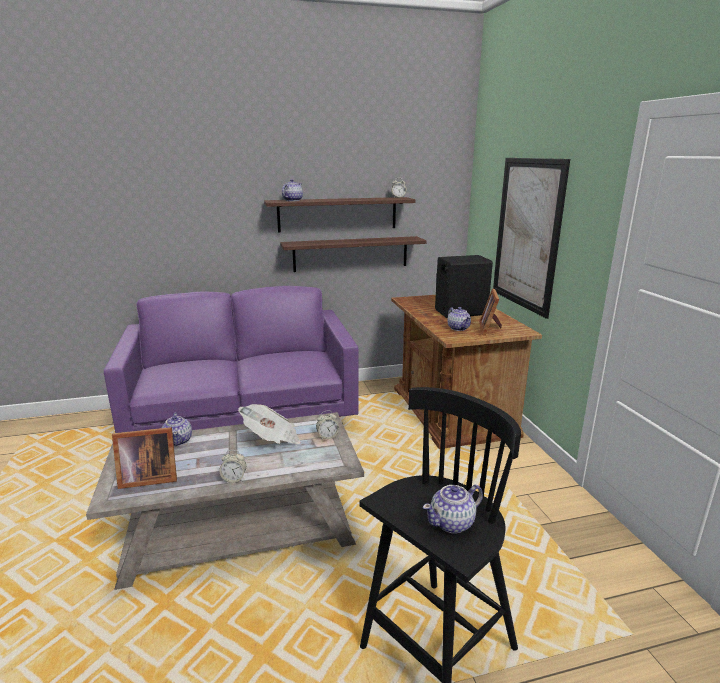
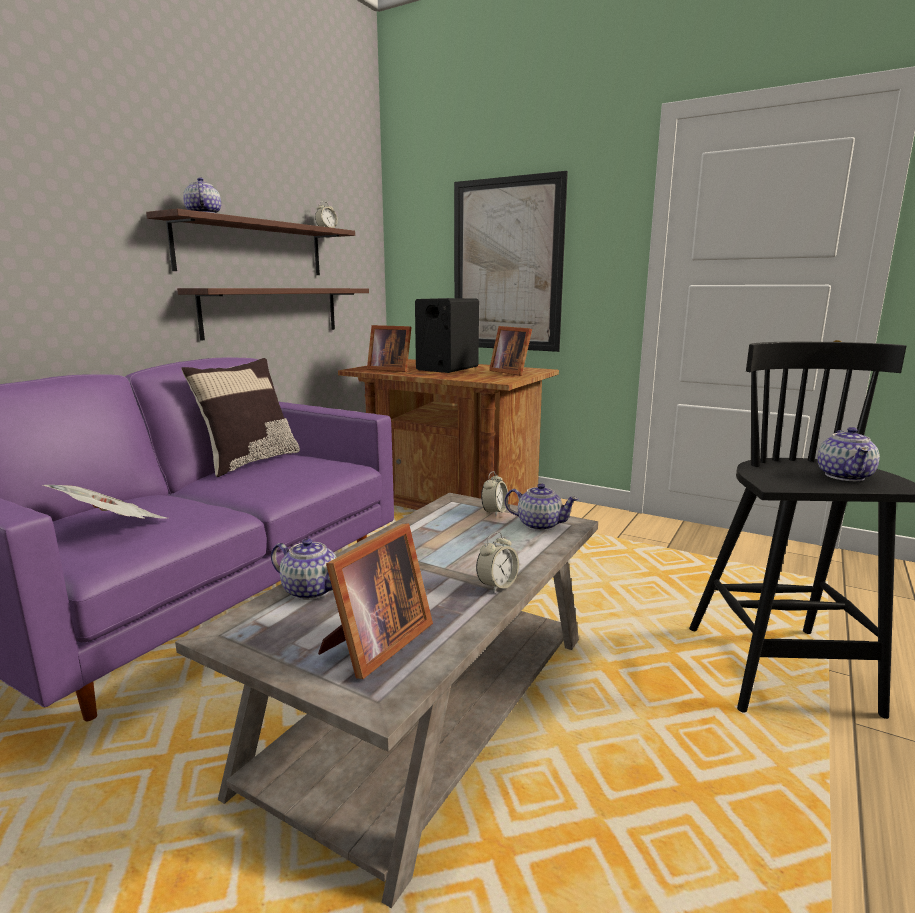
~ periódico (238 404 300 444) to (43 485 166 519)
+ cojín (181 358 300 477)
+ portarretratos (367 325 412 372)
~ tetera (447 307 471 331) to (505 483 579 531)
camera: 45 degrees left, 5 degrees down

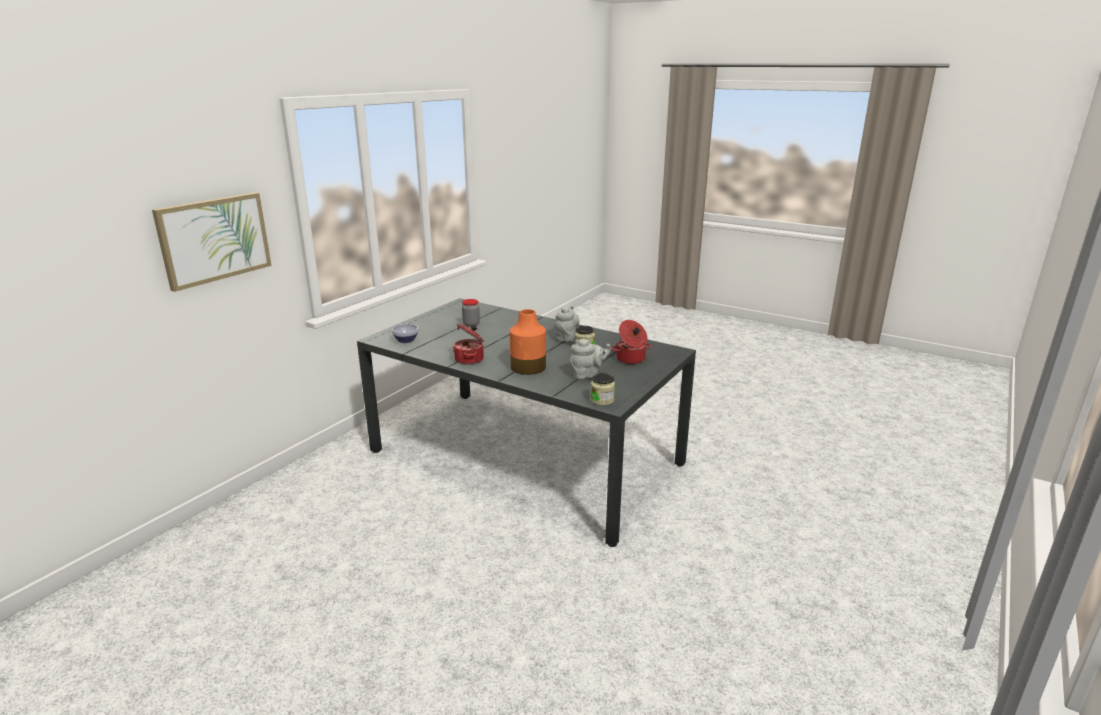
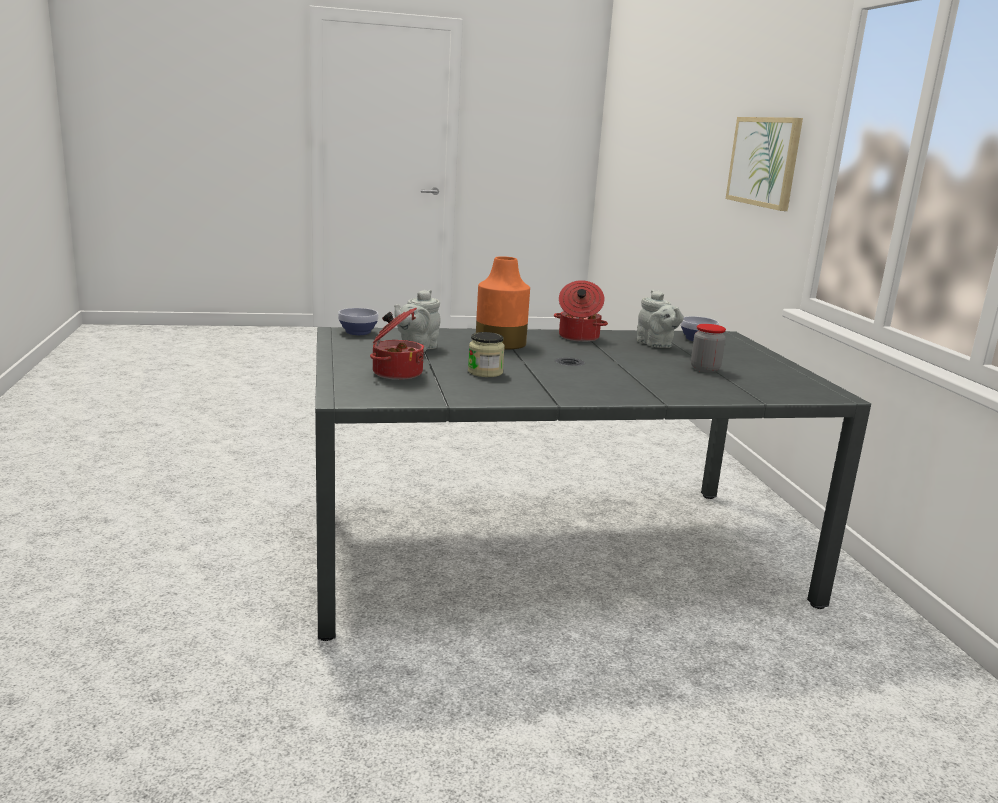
~ tarro (590 373 615 406) to cuenco (338 308 379 335)
~ tetera [gris] (555 305 580 342) to (637 290 684 348)
camera: 135 degrees right, 5 degrees down

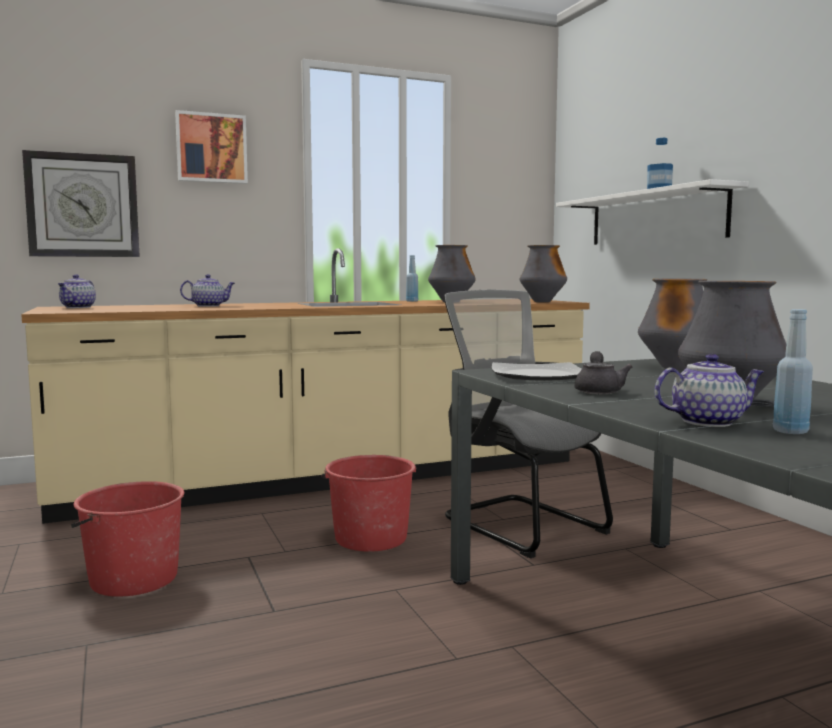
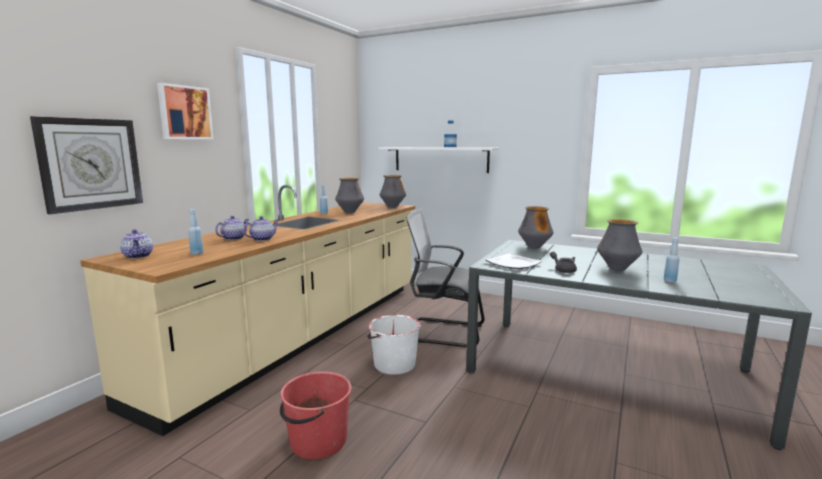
+ botella [azul] (188 209 203 255)
~ tetera (654 354 764 427) to (243 216 279 241)
~ cubo [rojo] (322 455 417 552) to cubo [blanco] (367 315 421 375)
camera: 40 degrees left, 5 degrees up

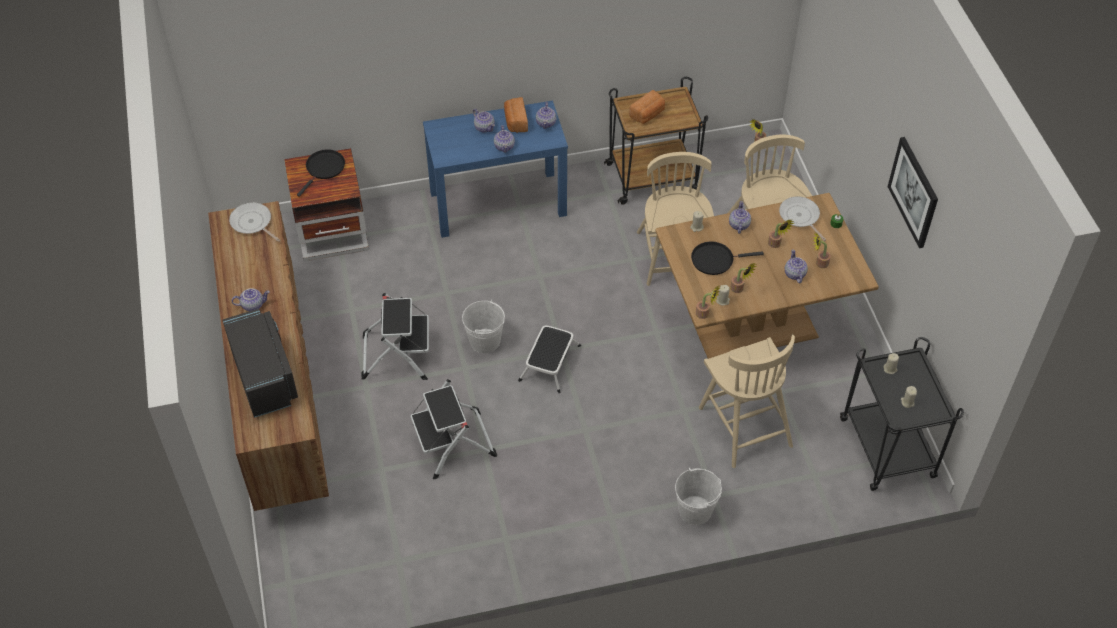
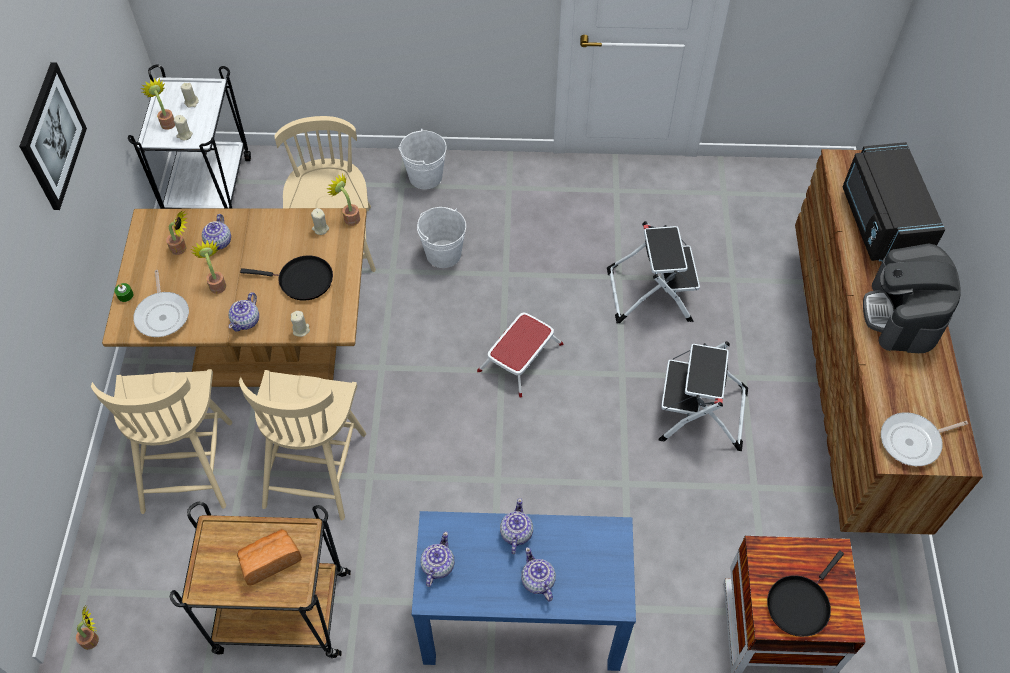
~ carrito [negro] (840 337 964 491) to carrito [blanco] (128 65 251 209)
~ planta en maceta (730 263 757 293) to (141 78 175 130)
~ cubo [blanco] (462 300 505 353) to (417 207 466 268)
~ escalera de tijera [negro] (518 325 581 393) to escalera de tijera [rojo] (477 312 564 398)
~ tetera (232 288 270 311) to cafetera (863 244 961 353)
~ sartén (229 203 281 242) = (881 412 968 466) 105 degrees clockwise
- pan (504 97 528 133)
camera: 165 degrees left, 5 degrees up

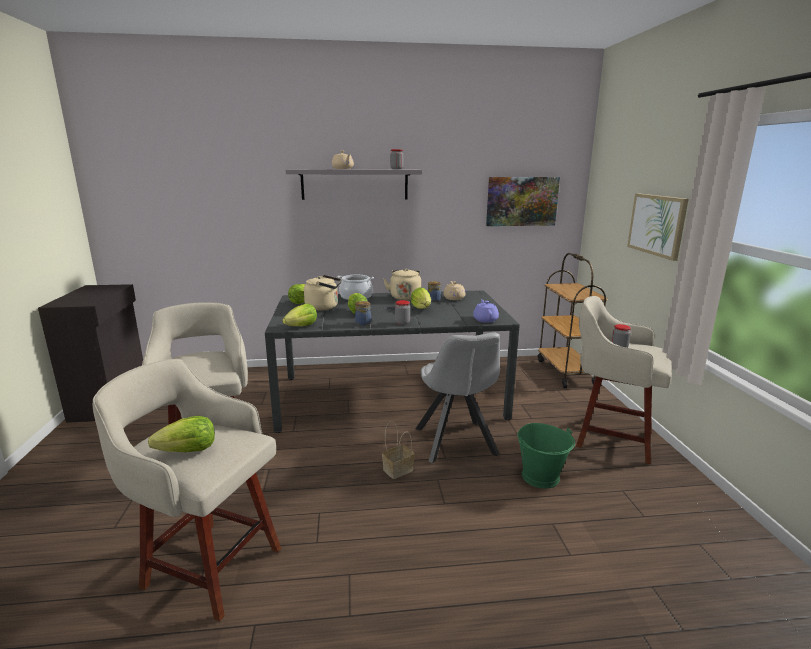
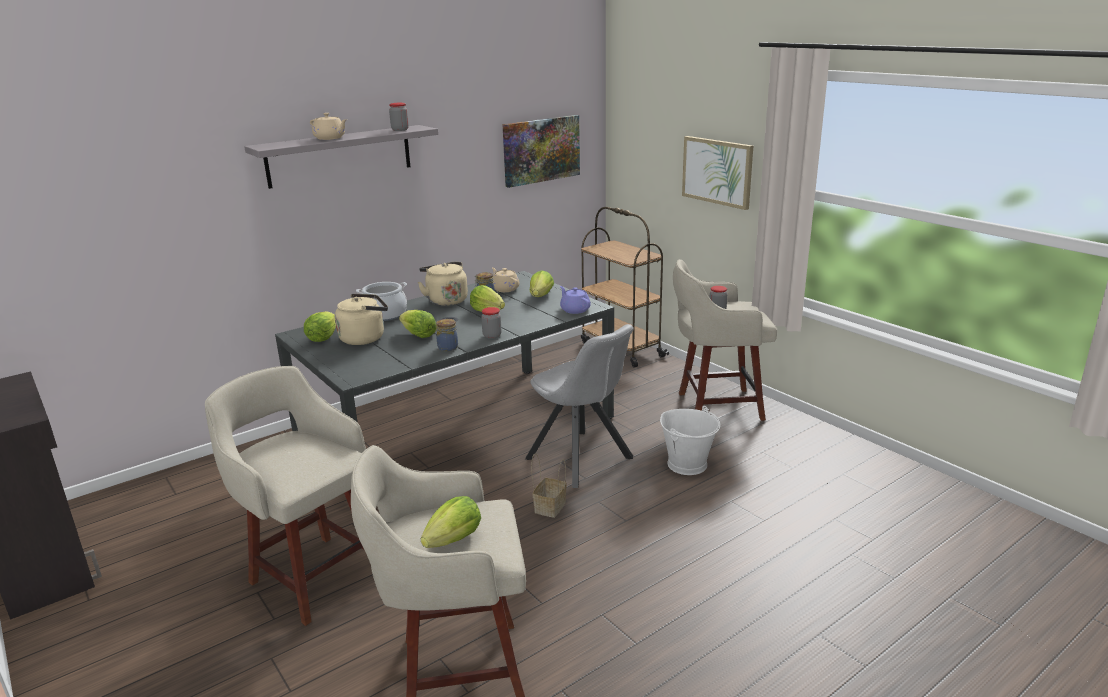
~ lechuga (282 303 317 326) to (530 270 554 297)
~ cubo [verde] (518 423 575 489) to cubo [blanco] (660 406 721 475)
camera: 30 degrees left, 5 degrees up

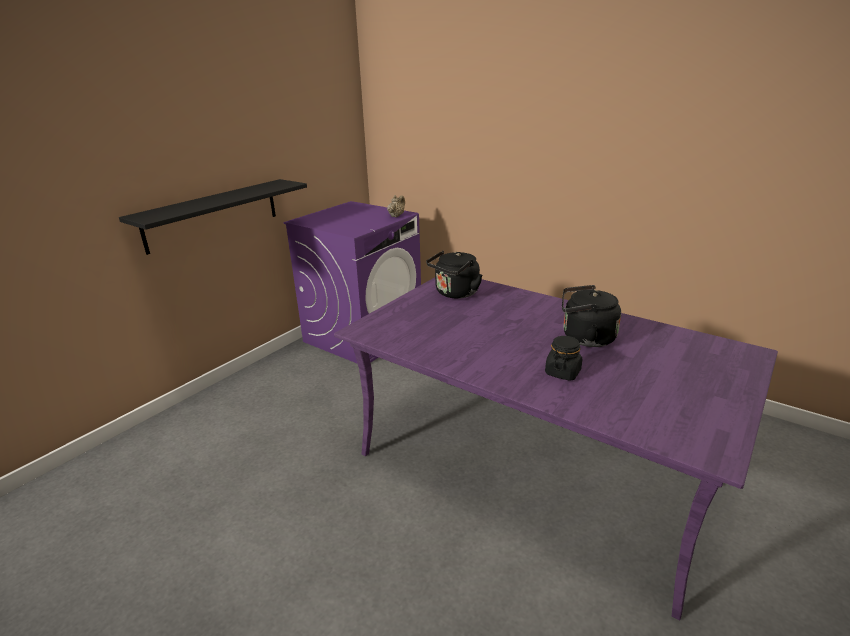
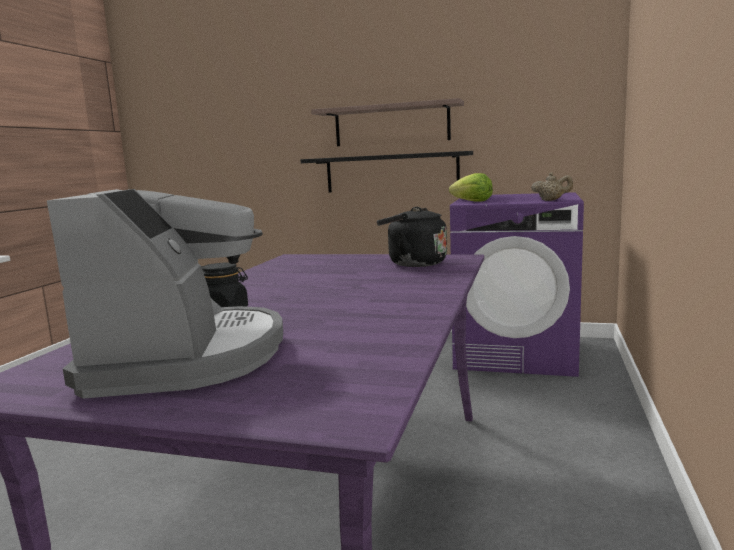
+ cafetera (47 189 283 399)
+ estante (311 98 464 146)
+ lechuga (449 173 493 202)
- hervidor [negro] (562 285 621 347)
camera: 70 degrees right, 15 degrees down

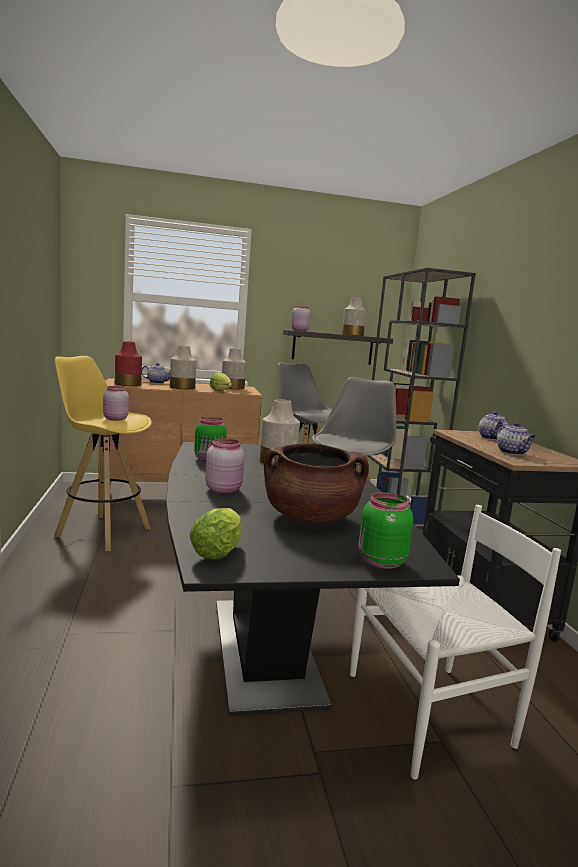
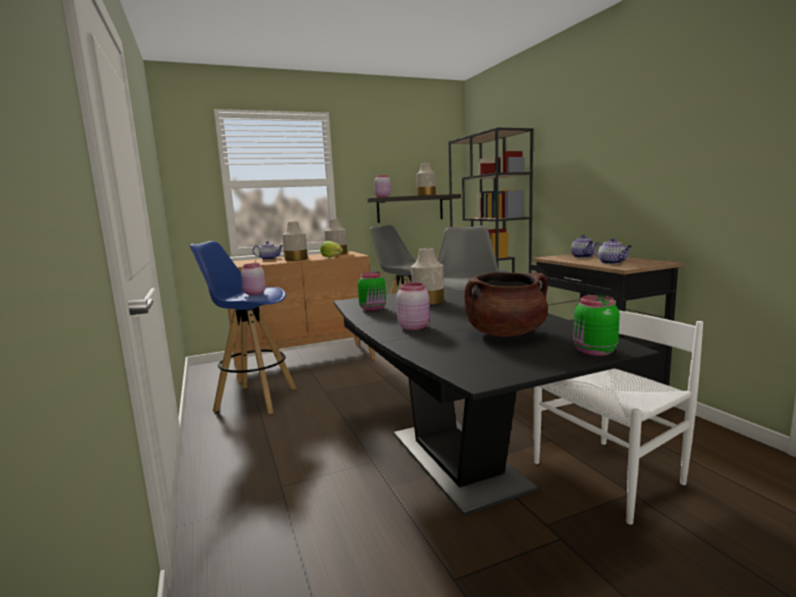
~ taburete [amarillo] (54 356 152 552) to taburete [azul] (190 241 297 414)
- florero [rojo] (115 341 142 386)
- lechuga (190 508 241 559)
camera: 10 degrees left, 0 degrees up

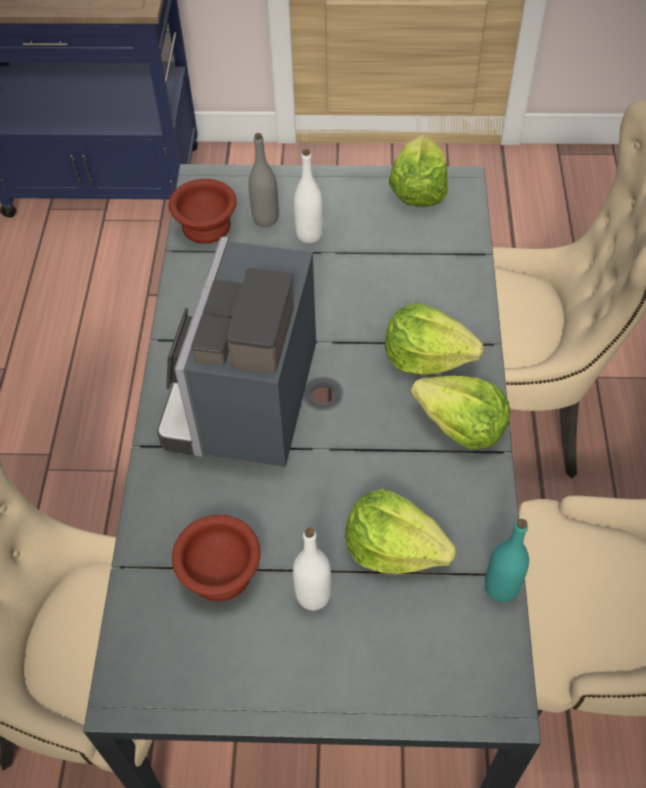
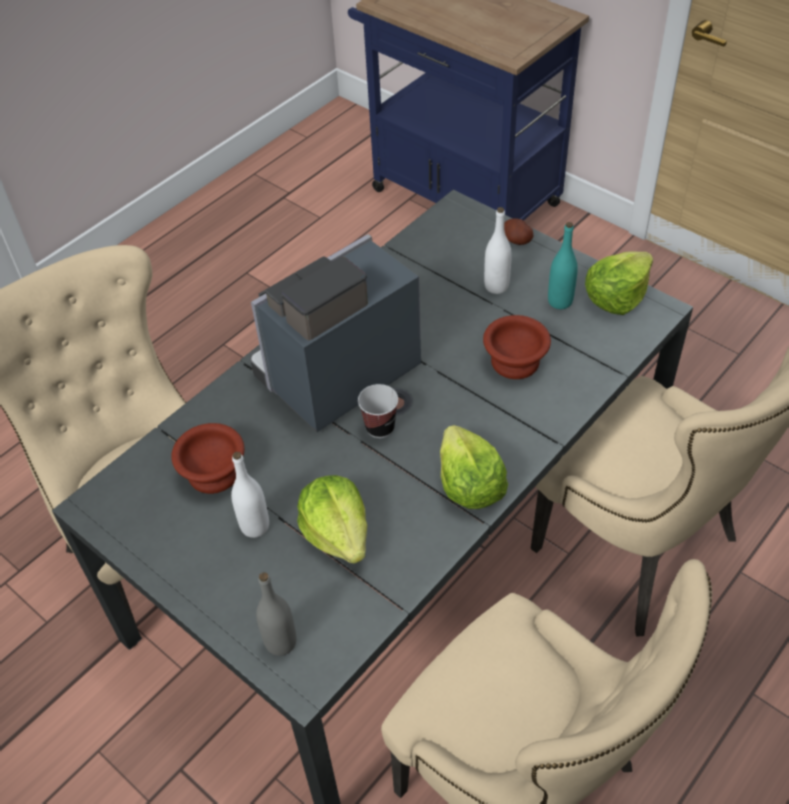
~ botella [gris] (248 133 279 227) to (256 572 296 656)
+ taza (358 384 398 438)
~ cuenco [marrón] (169 179 237 244) to (483 315 551 379)
+ patata (504 218 533 245)
~ botella [turquesa] (485 519 529 603) to (548 222 578 309)
- lechuga (385 303 483 375)
camera: 40 degrees right, 5 degrees down

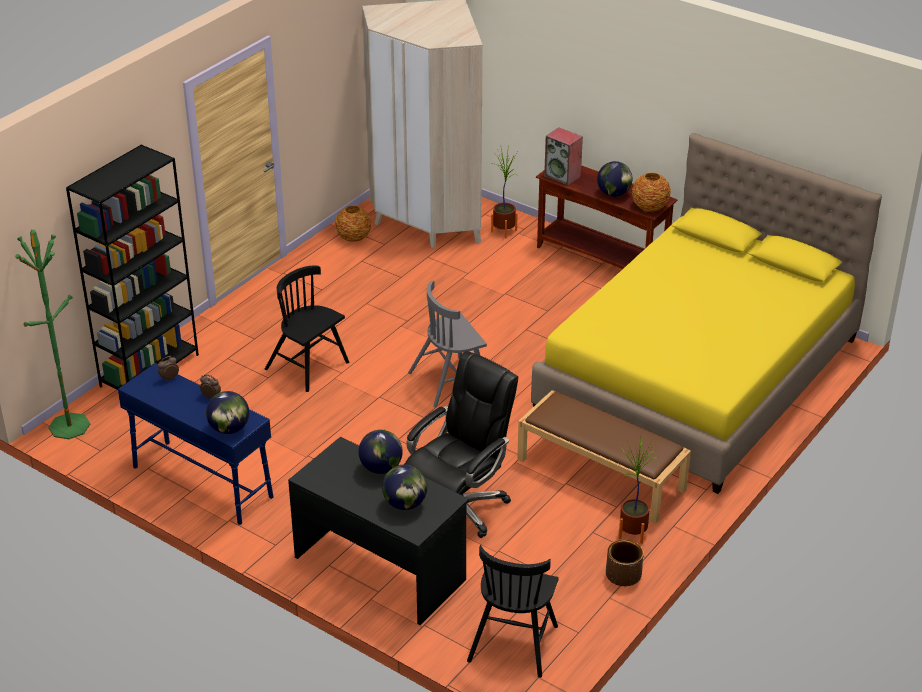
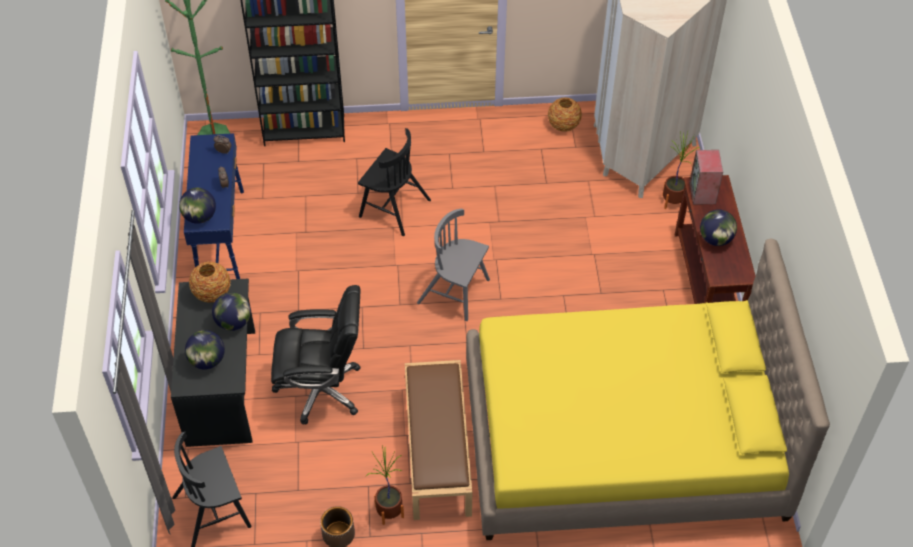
~ florero (632 173 671 211) to (189 262 231 302)
~ silla [negro] (265 266 349 392) = (358 128 431 236) 120 degrees clockwise
camera: 50 degrees right, 15 degrees up

